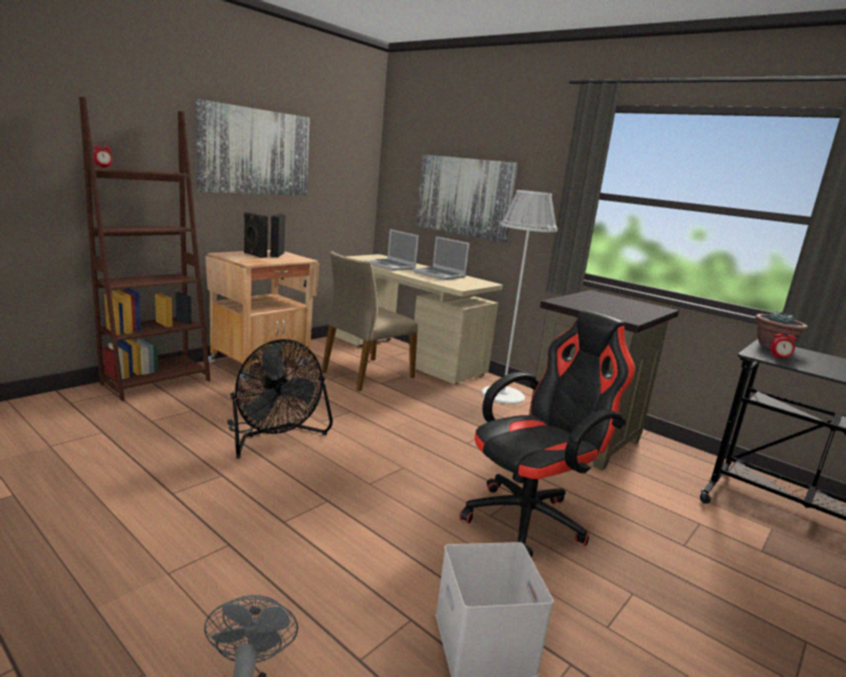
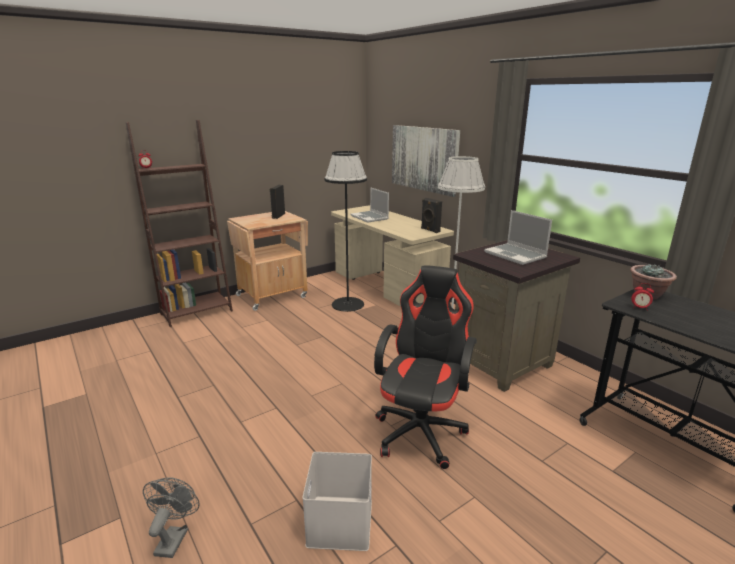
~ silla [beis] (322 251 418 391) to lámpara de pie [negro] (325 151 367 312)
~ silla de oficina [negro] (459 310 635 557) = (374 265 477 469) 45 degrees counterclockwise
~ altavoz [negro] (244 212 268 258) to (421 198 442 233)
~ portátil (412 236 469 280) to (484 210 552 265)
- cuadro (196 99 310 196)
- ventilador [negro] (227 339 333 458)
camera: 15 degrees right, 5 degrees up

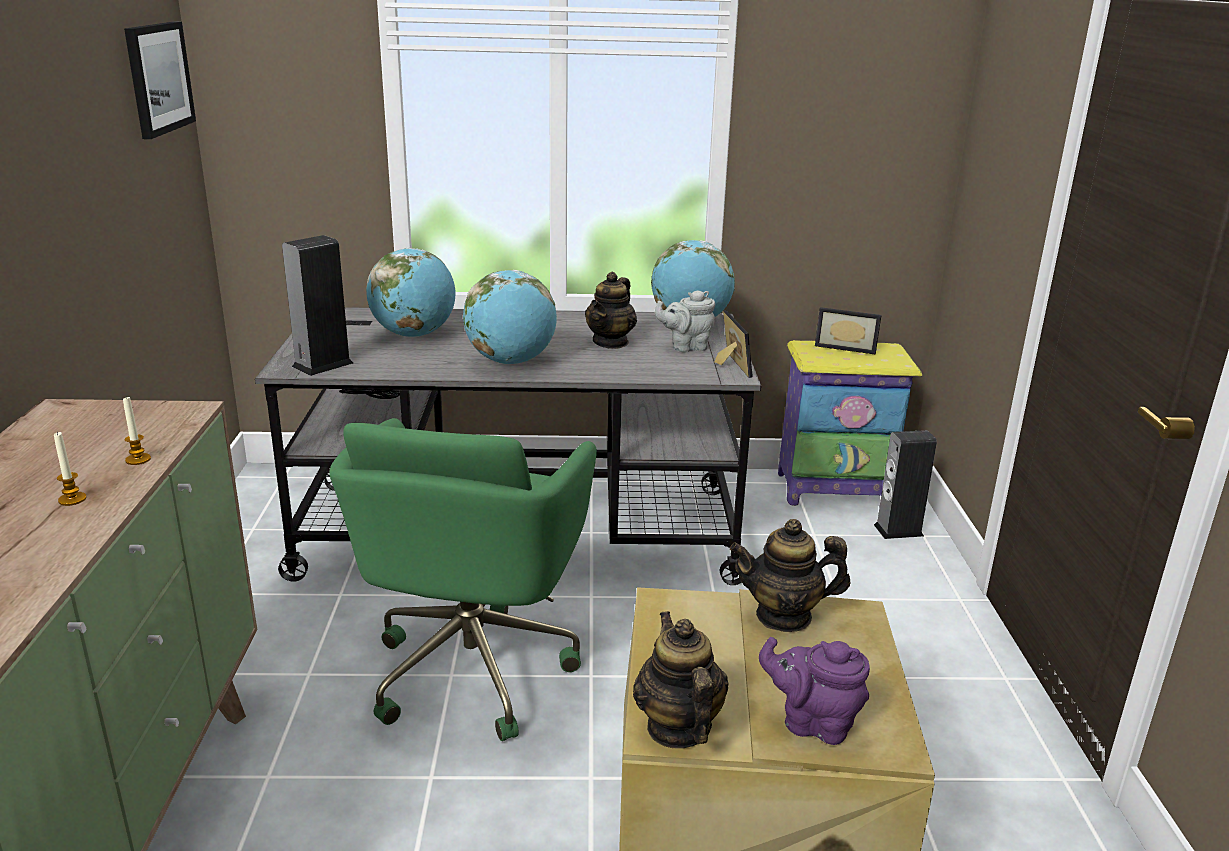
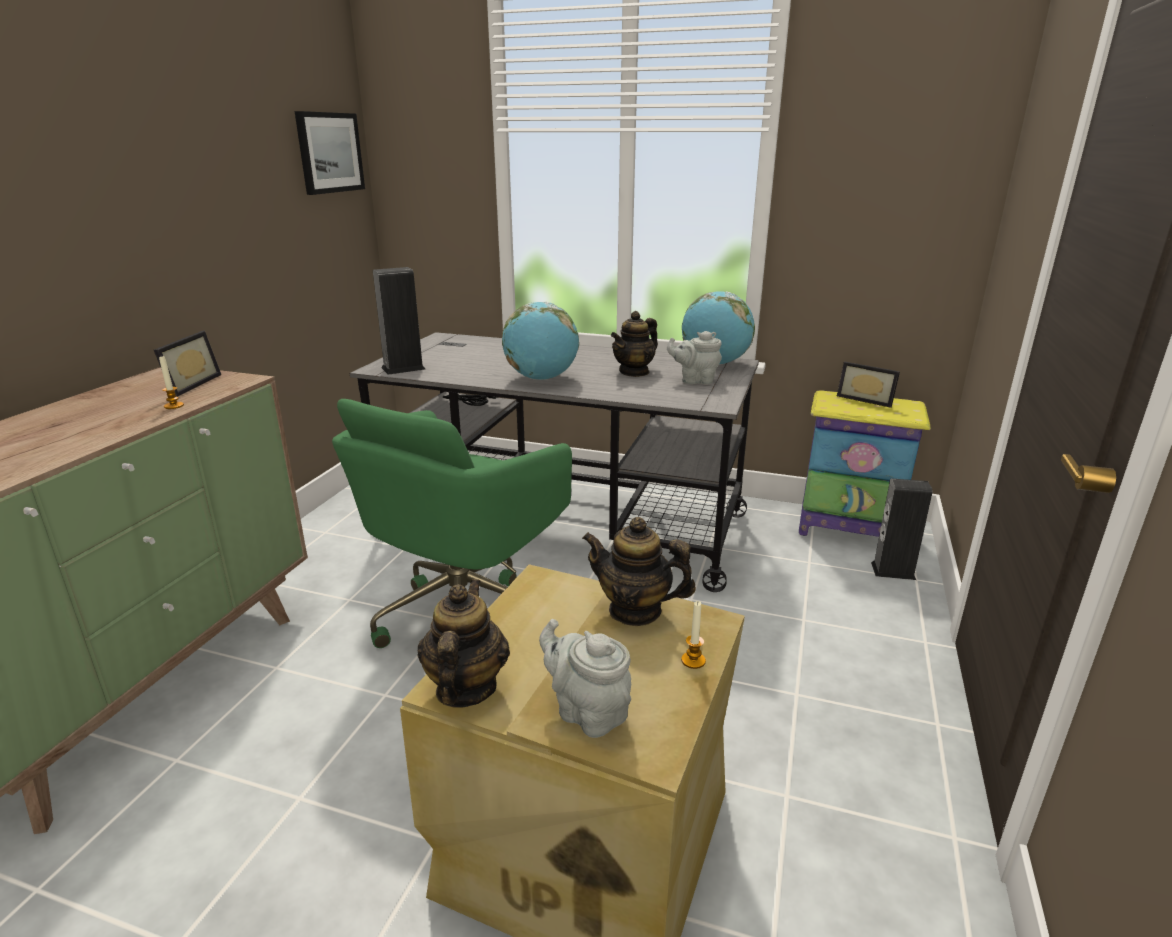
~ portarretratos (714 310 753 378) to (154 331 222 397)
~ tetera [morado] (759 637 870 745) to tetera [gris] (539 619 631 738)
~ vela (54 432 87 506) to (681 601 706 669)
- globo terráqueo (366 248 455 338)
camera: 20 degrees right, 0 degrees up

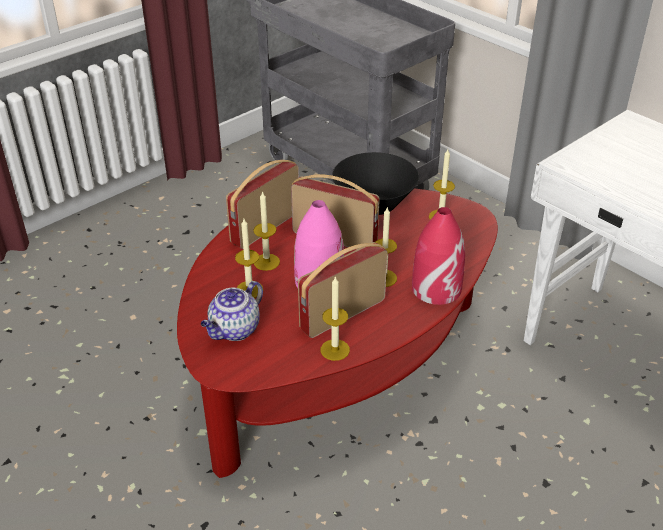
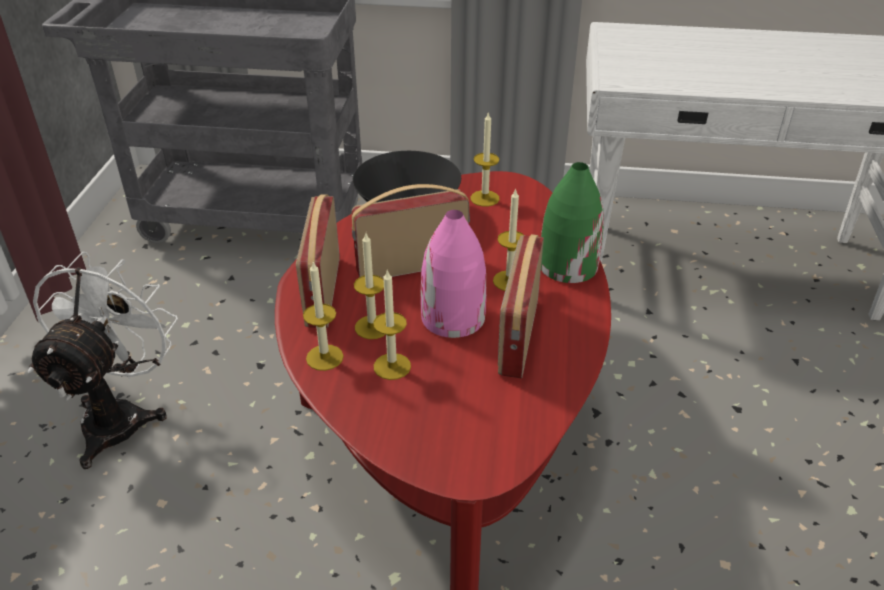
+ ventilador [blanco] (28 252 178 469)
~ vela (321 276 350 361) to (303 262 344 371)
~ florero [rojo] (412 207 465 305) to florero [verde] (541 162 604 283)
- tetera (201 281 263 341)
camera: 40 degrees left, 0 degrees up

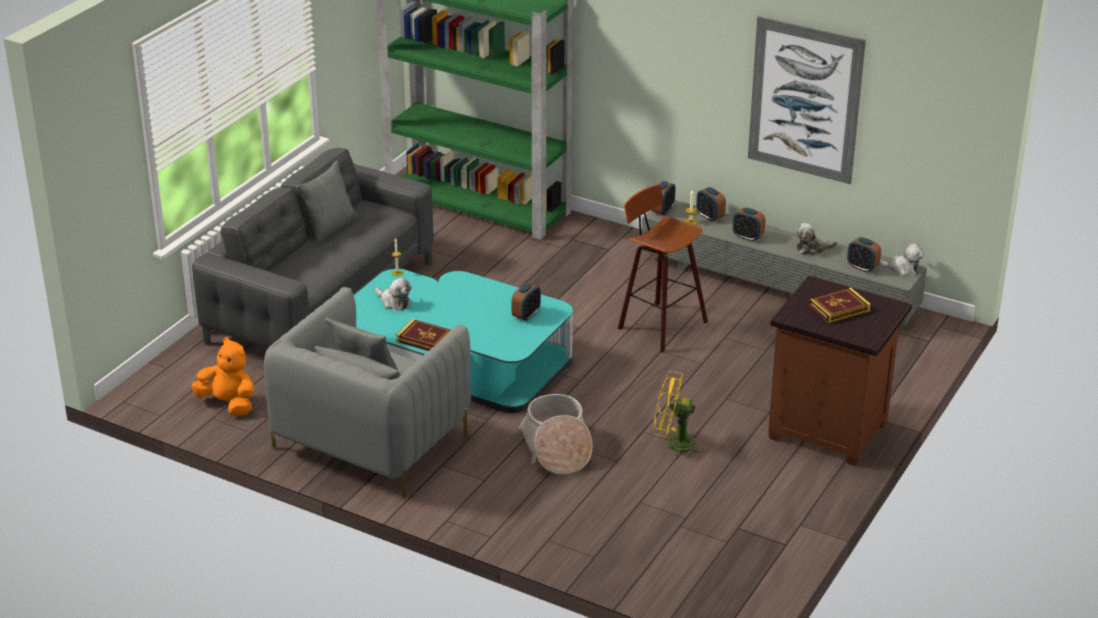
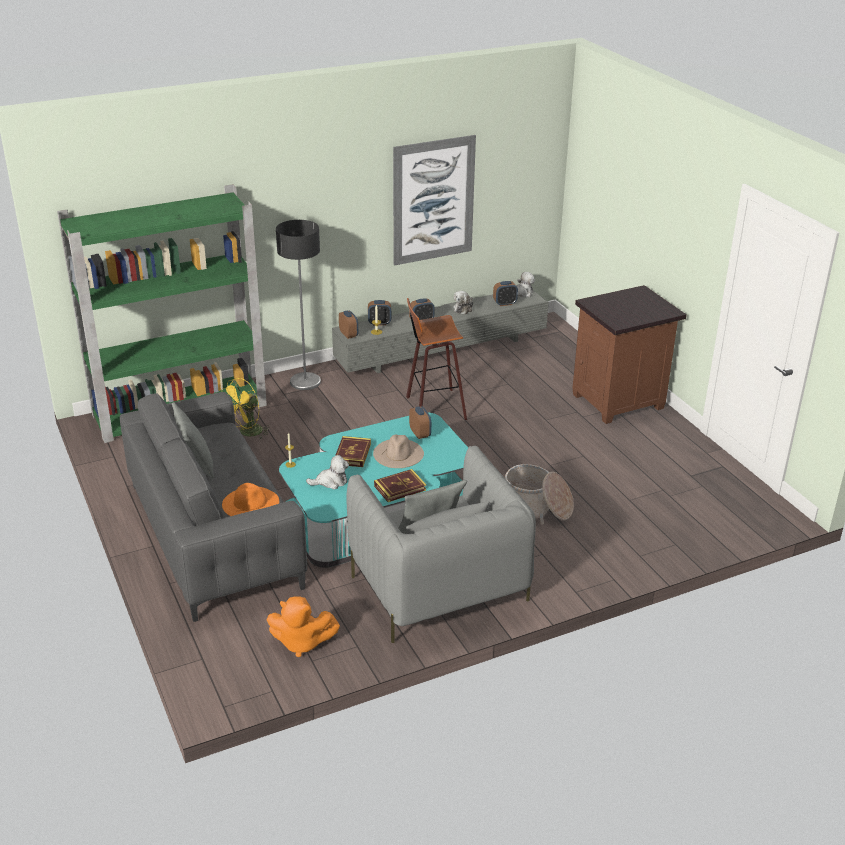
+ sombrero [naranja] (222 483 279 516)
~ ventilador [amarillo] (653 371 704 459) to (224 378 270 440)
~ peluche [naranja] (192 337 254 416) = (267 596 340 657) 150 degrees counterclockwise
+ lámpara de pie (276 220 321 390)
~ libro (809 287 871 323) to (335 436 371 467)
+ sombrero [beis] (373 434 424 468)
camera: 55 degrees left, 0 degrees up

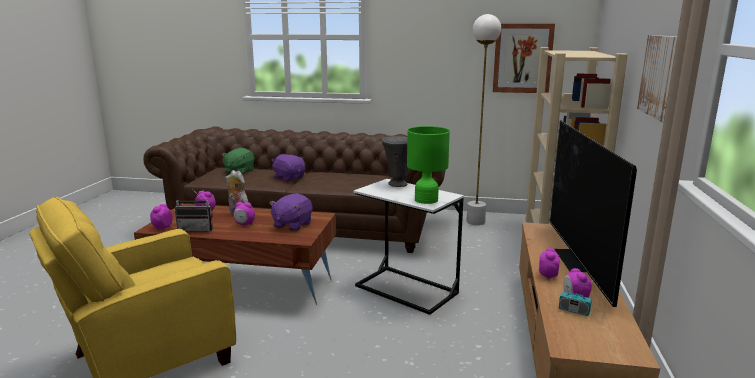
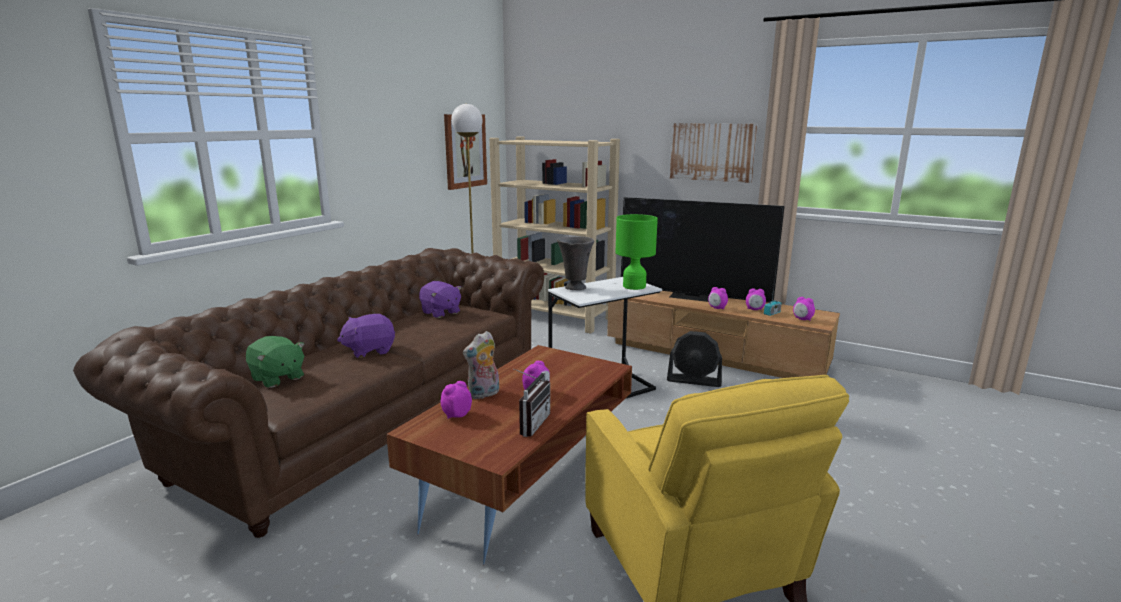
~ peluche [morado] (269 193 312 231) to (419 281 462 318)
+ ventilador [negro] (667 331 722 387)
~ despertador (150 204 173 230) to (793 297 815 321)
camera: 70 degrees left, 0 degrees up

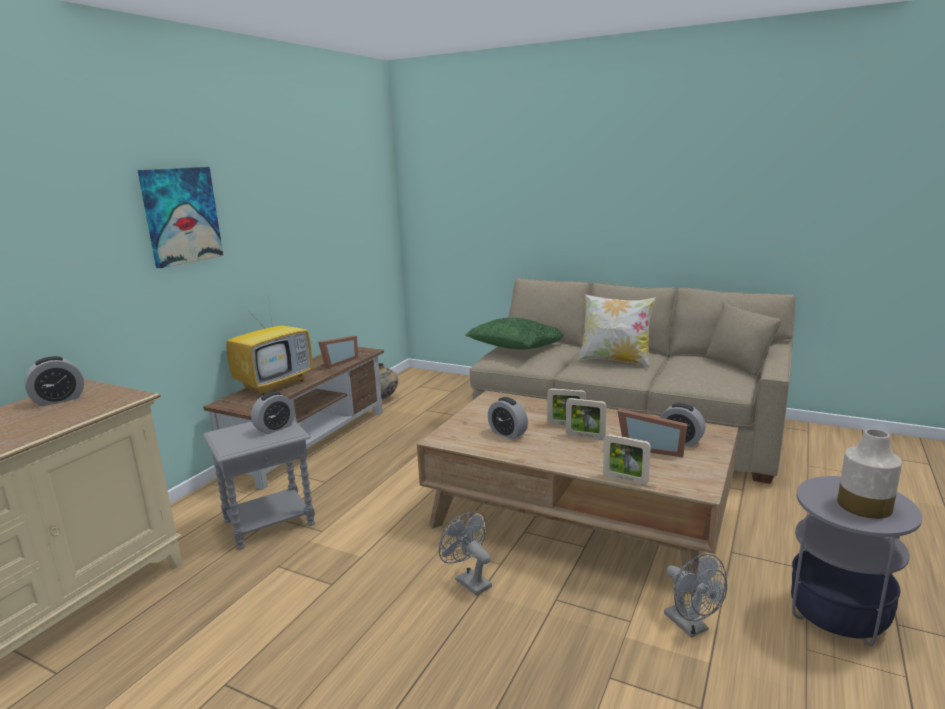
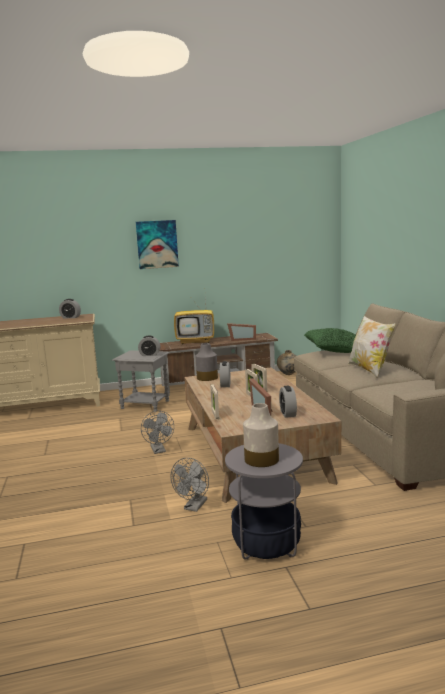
~ ventilador [gris] (439 511 492 596) = (141 411 174 454) 150 degrees clockwise
+ florero [gris] (196 343 218 381)
camera: 50 degrees right, 5 degrees down

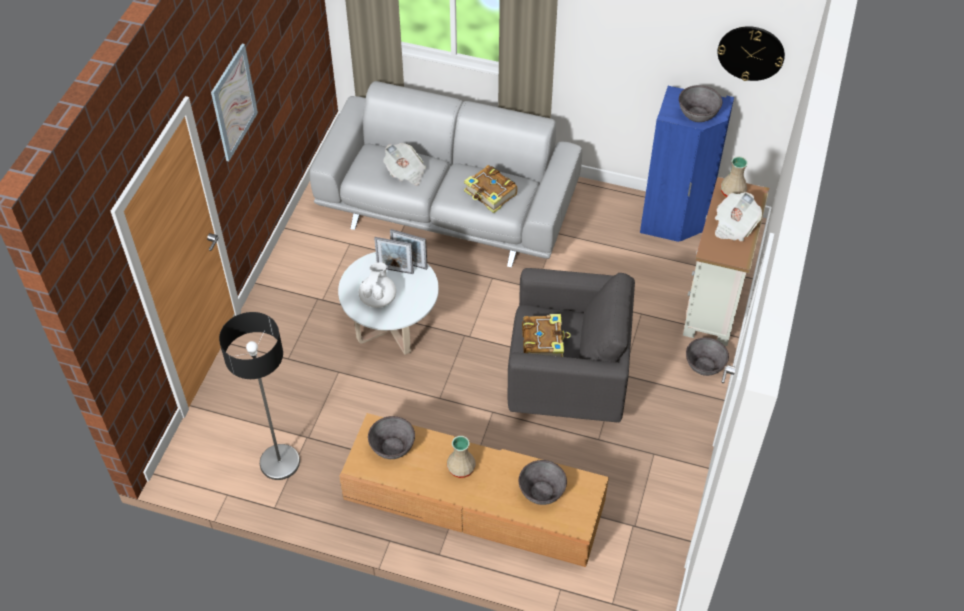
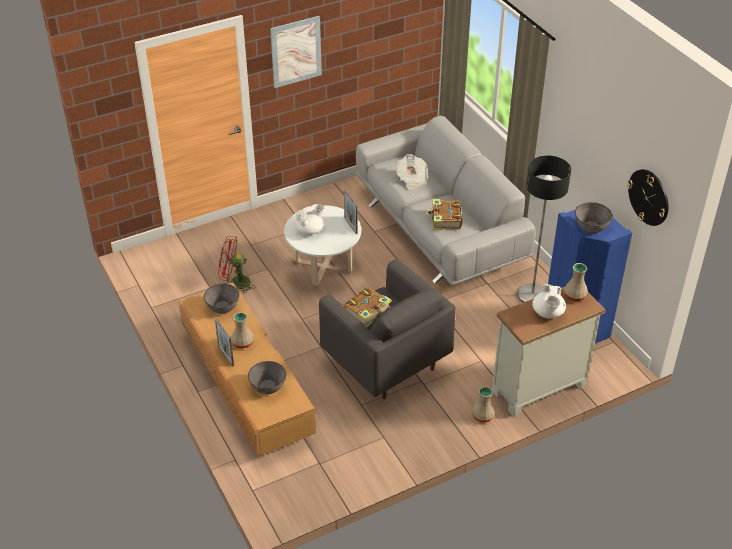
~ portarretratos (374 237 414 274) to (215 318 234 367)
+ ventilador [rojo] (219 236 256 294)
~ cuenco [gris] (686 337 729 376) to florero [beis] (472 387 495 423)
~ lámpara de pie (219 312 300 480) to (518 155 571 303)
~ periódico (715 192 762 241) to tetera [blanco] (532 284 566 318)
camera: 45 degrees right, 10 degrees down

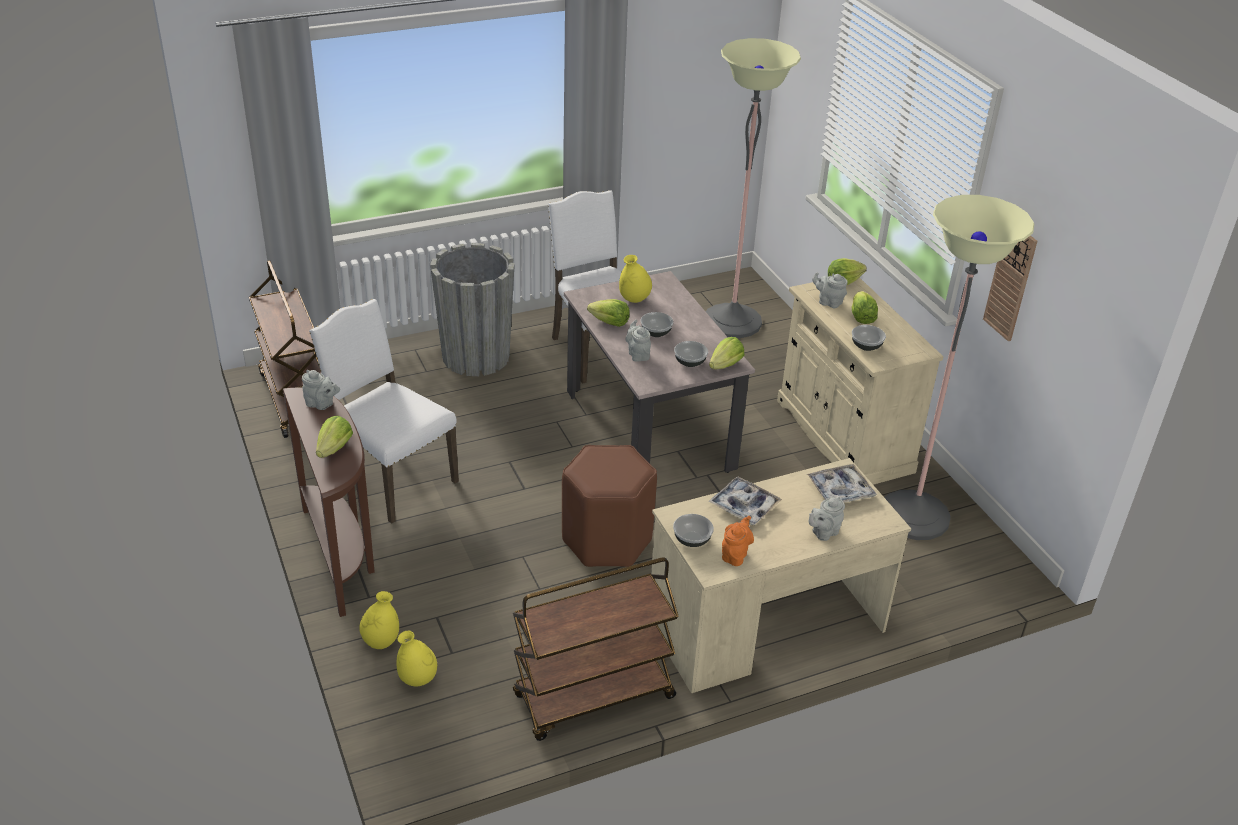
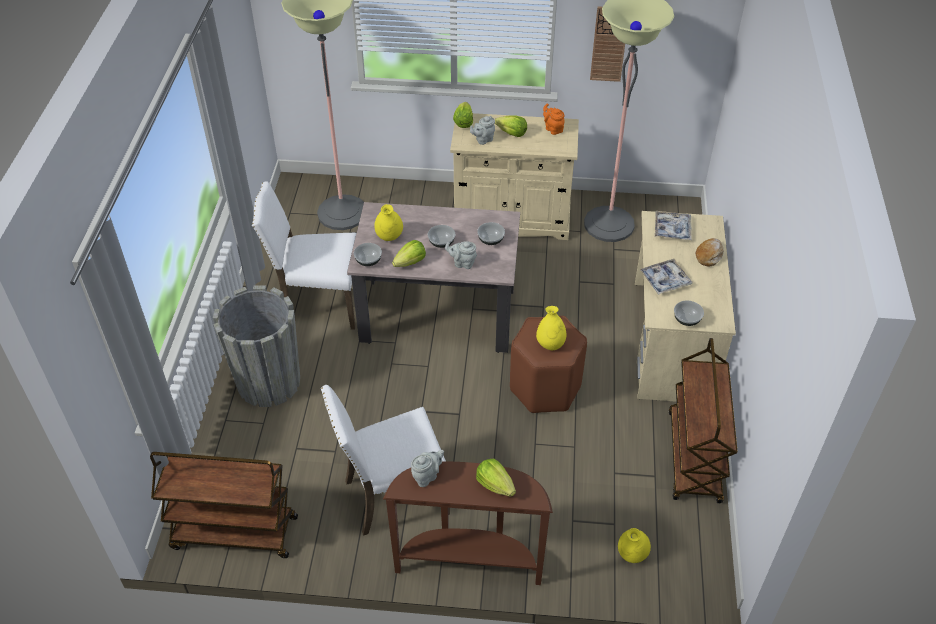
~ cuenco (852 325 886 351) to (354 243 382 266)
~ florero [amarillo] (359 591 399 649) to (536 306 566 350)
~ tetera [naranja] (722 516 754 566) to (543 103 565 135)
~ tetera [gris] (809 497 845 541) to pan (695 238 724 267)
- lechuga (709 337 744 369)
camera: 60 degrees left, 10 degrees up

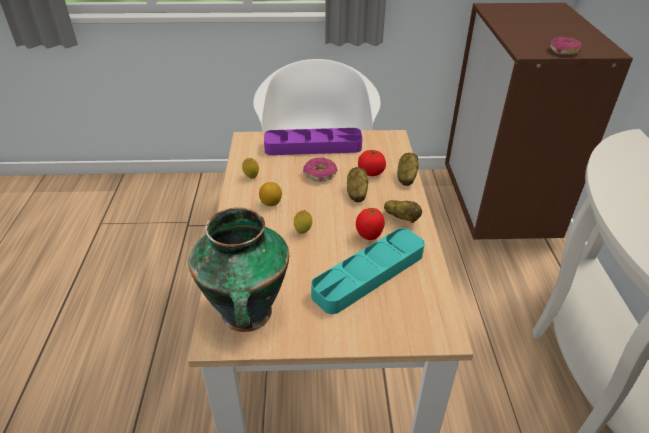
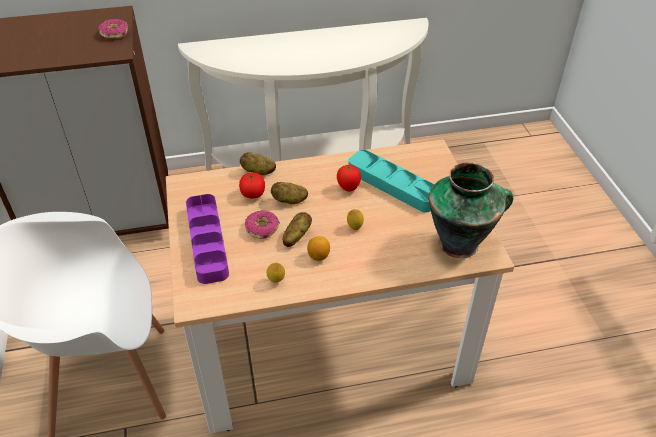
~ patata (384 200 422 223) to (283 212 312 247)
camera: 100 degrees left, 5 degrees up

